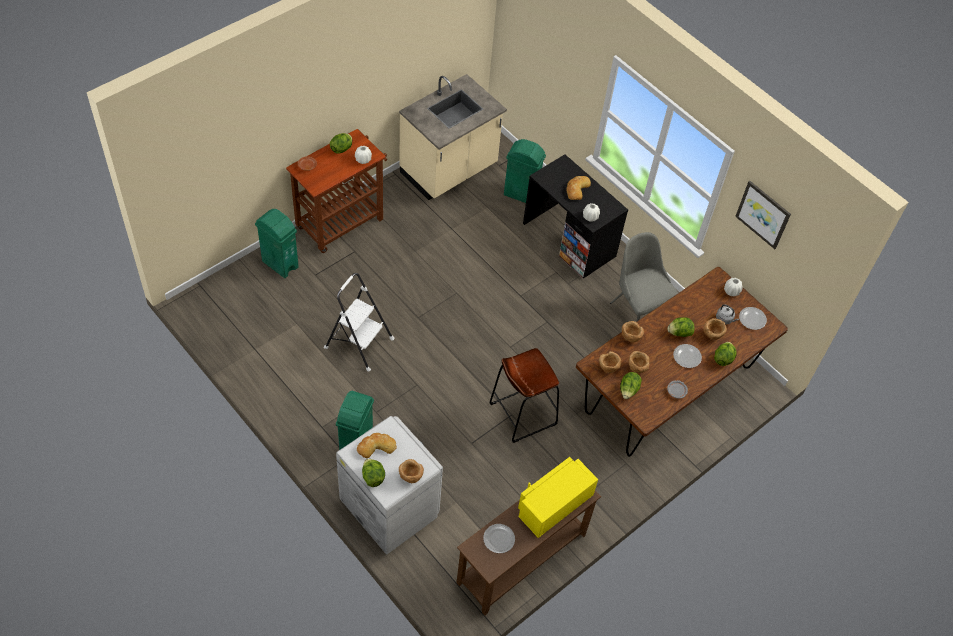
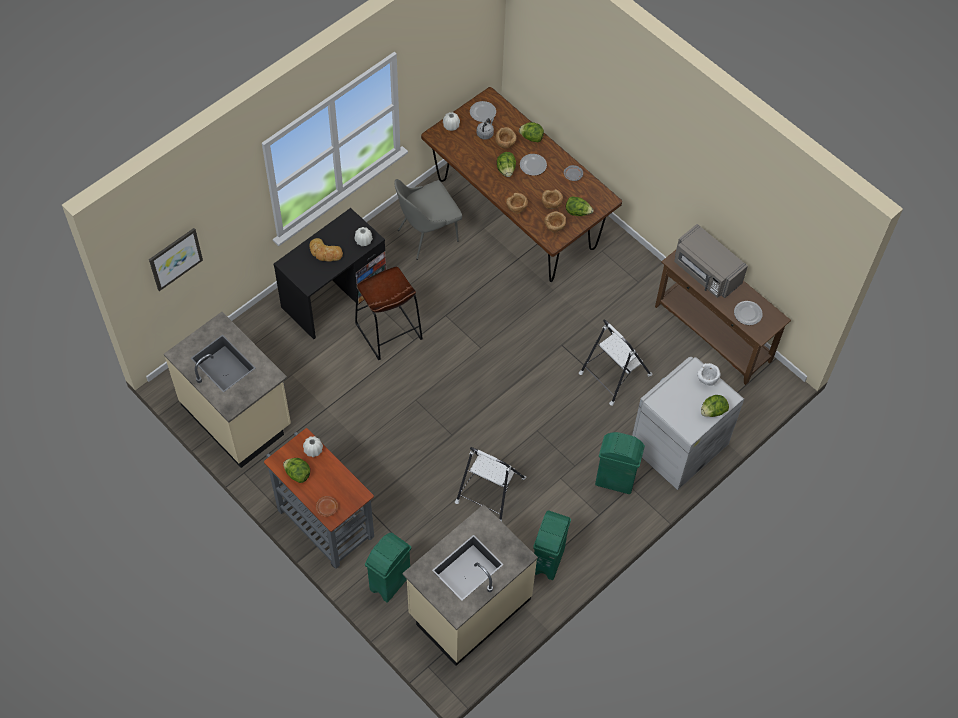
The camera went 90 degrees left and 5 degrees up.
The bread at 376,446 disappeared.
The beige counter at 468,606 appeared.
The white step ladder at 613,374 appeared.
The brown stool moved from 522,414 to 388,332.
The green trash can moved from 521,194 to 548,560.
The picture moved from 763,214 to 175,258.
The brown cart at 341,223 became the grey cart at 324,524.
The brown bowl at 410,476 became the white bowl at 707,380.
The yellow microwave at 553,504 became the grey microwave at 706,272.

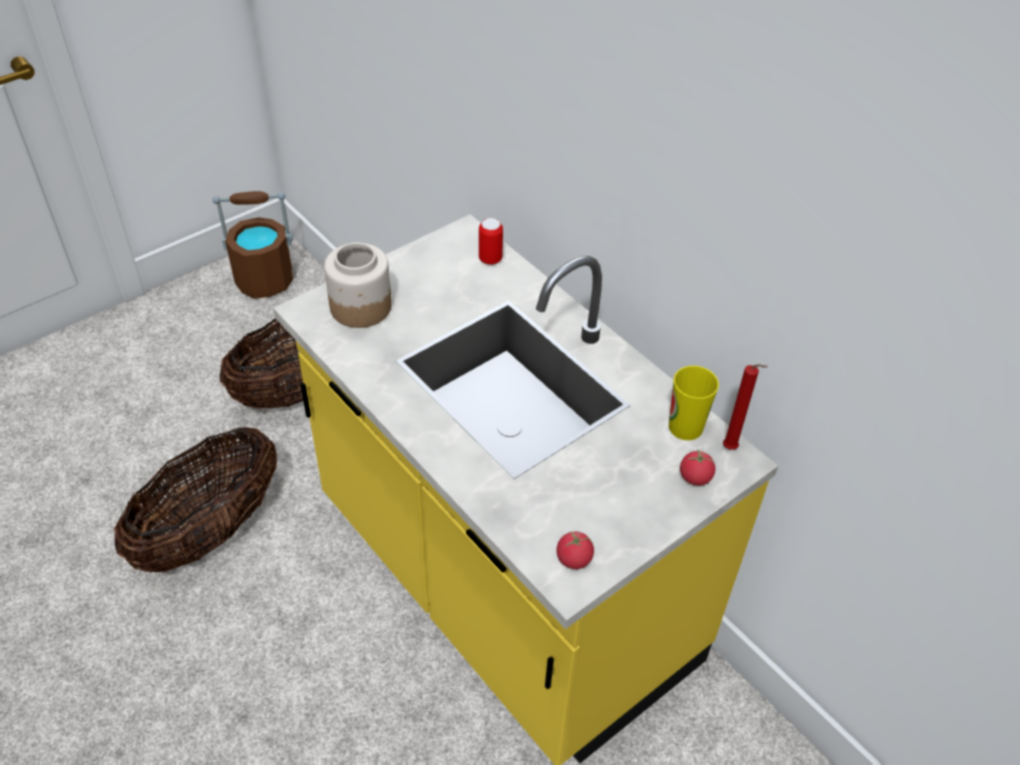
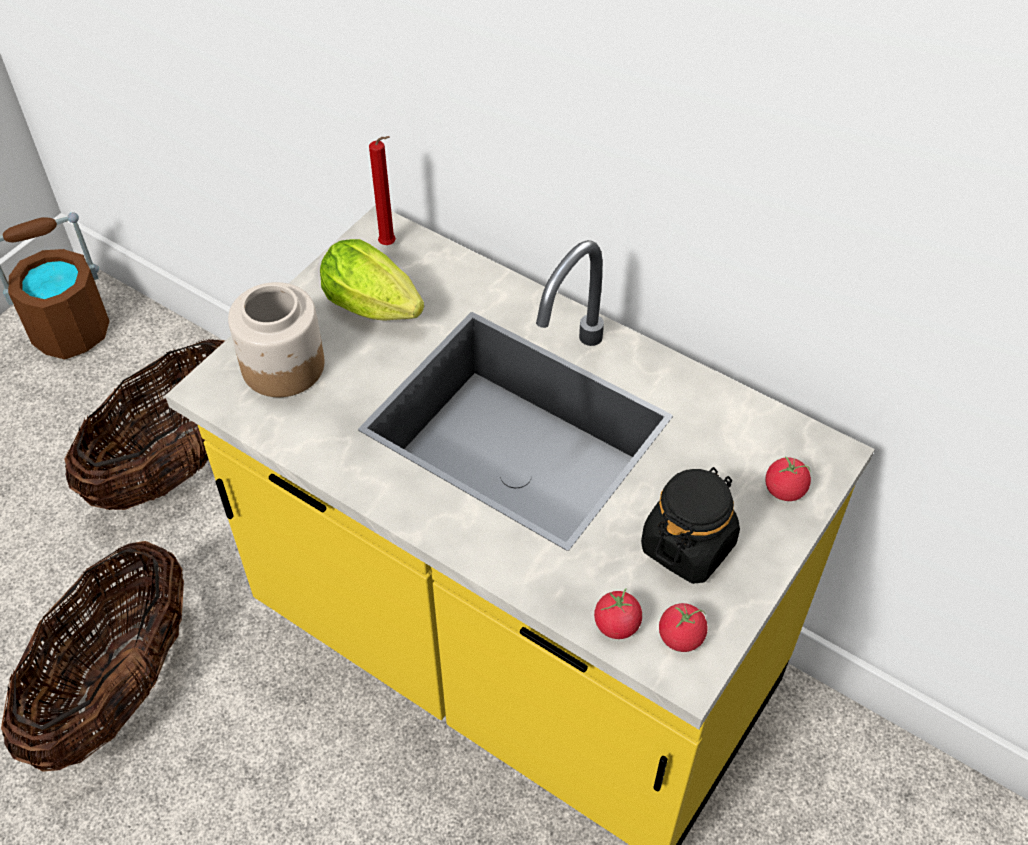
The camera went 15 degrees left and 5 degrees up.
The can at 490,259 disappeared.
The cup at 685,427 disappeared.
The lettuce at 377,309 appeared.
The tomato at 617,624 appeared.
The black jar at 688,546 appeared.
The red candle moved from 732,449 to 390,245.

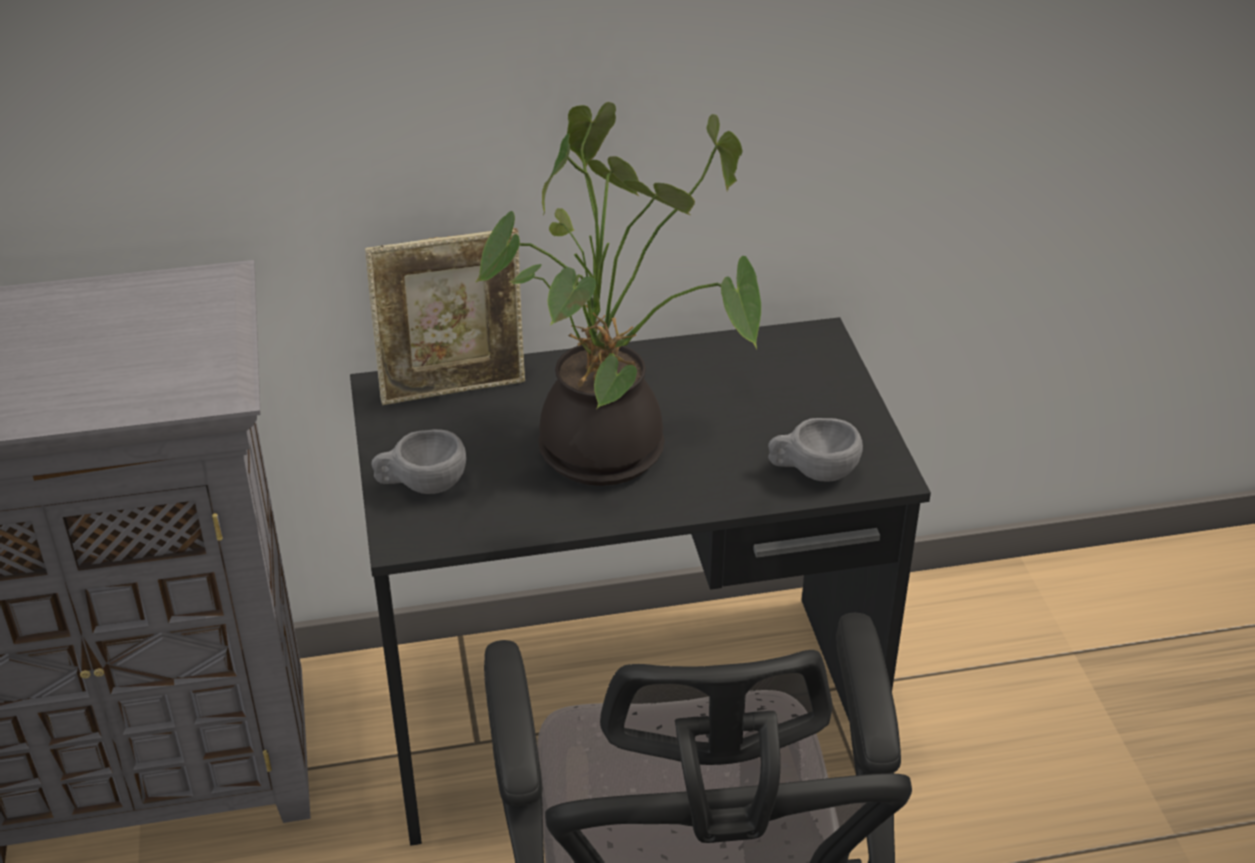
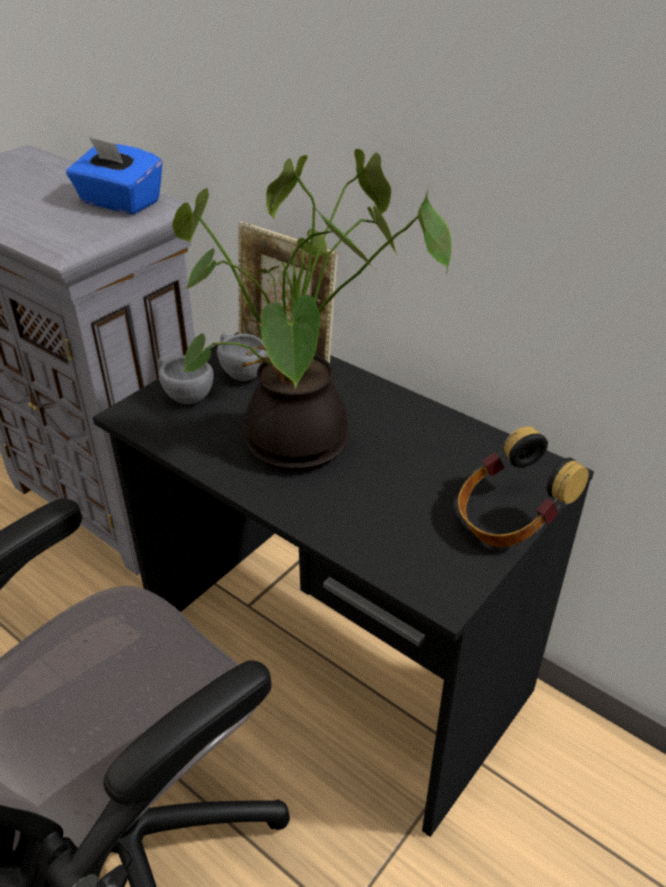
The camera went 50 degrees right and 0 degrees up.
The blue tissue box at 119,203 appeared.
The headphones at 509,521 appeared.
The grey cup moved from 812,472 to 240,371.

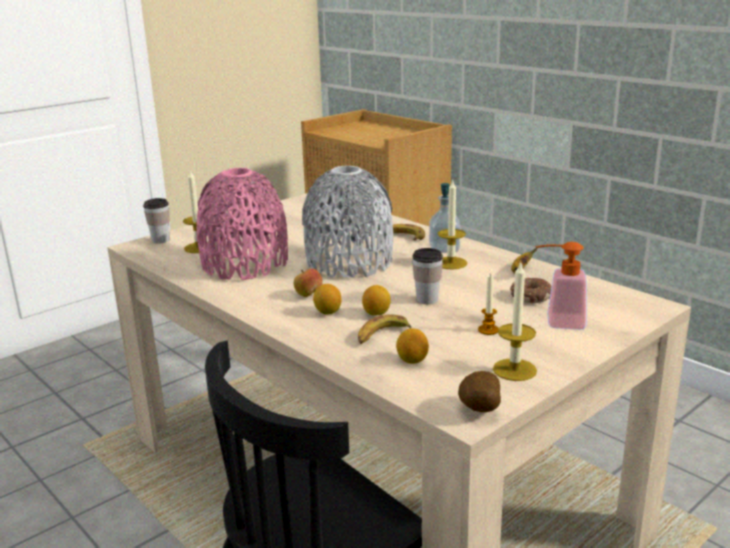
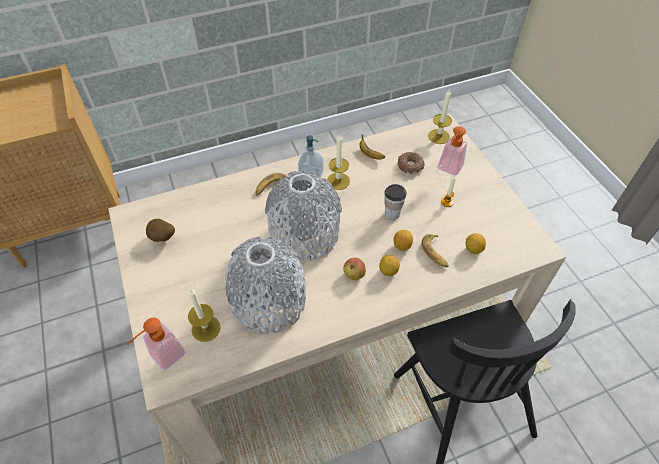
The camera went 70 degrees left and 30 degrees up.
The potato moved from 478,411 to 162,238.
The candle moved from 514,370 to 439,136.
The cup at 160,240 was replaced by the soap dispenser at 163,358.
The pink vase at 245,264 became the grey vase at 268,301.

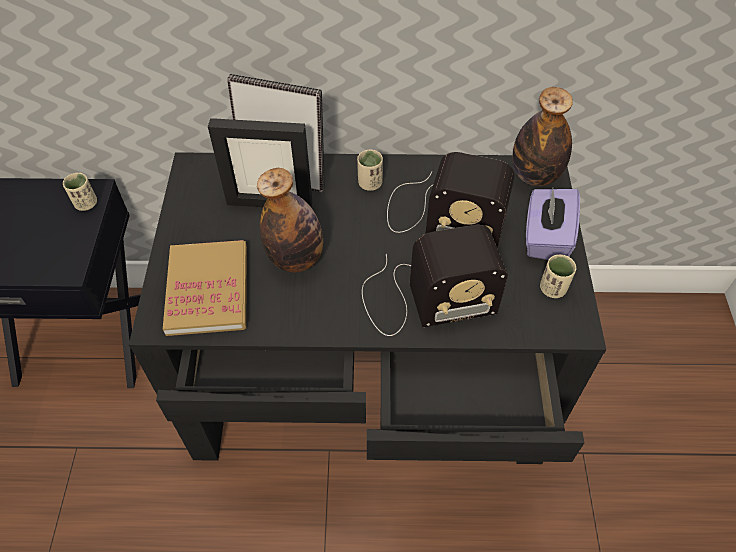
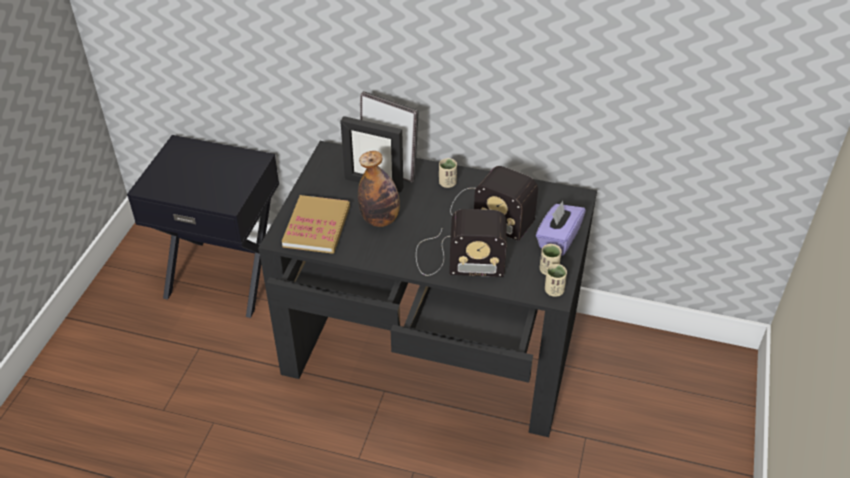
The camera went 15 degrees right and 10 degrees down.
The bottle at 535,176 disappeared.
The beige cup moved from 86,204 to 554,290.

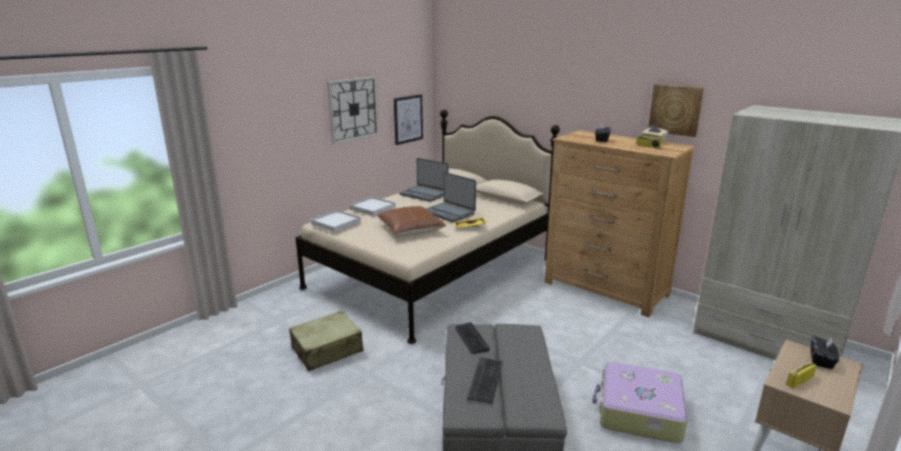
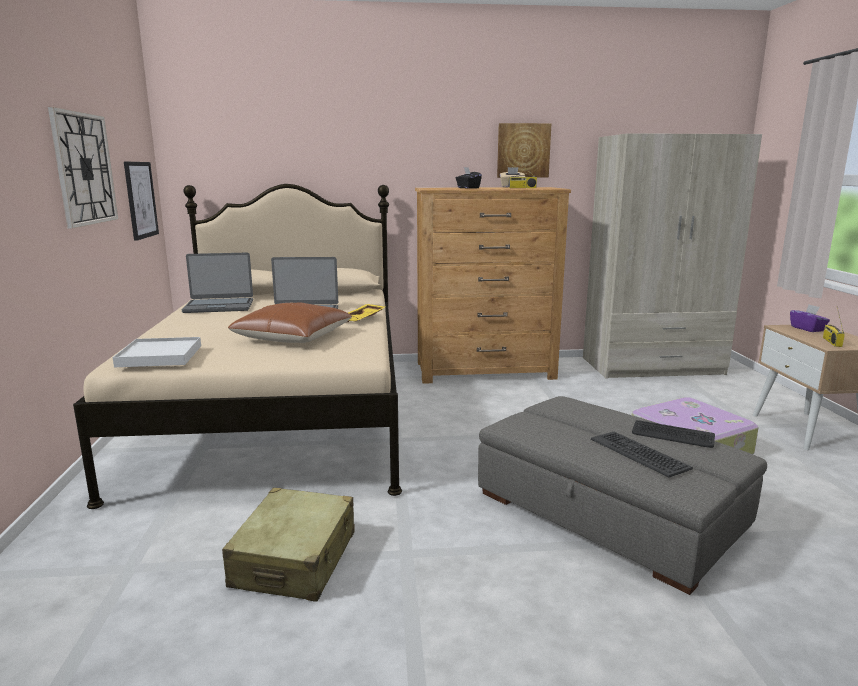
The camera went 45 degrees left and 5 degrees down.
The white tray at 372,208 disappeared.
The keyboard moved from 471,338 to 672,435.
The black tissue box at 821,360 became the purple tissue box at 807,329.

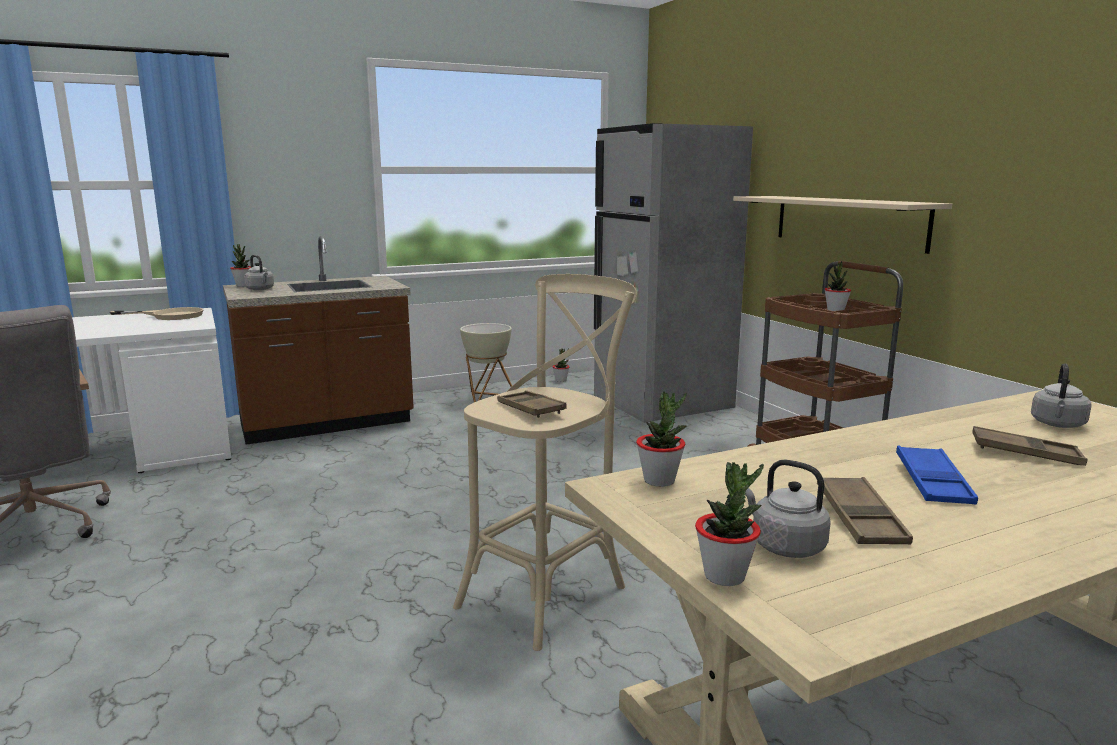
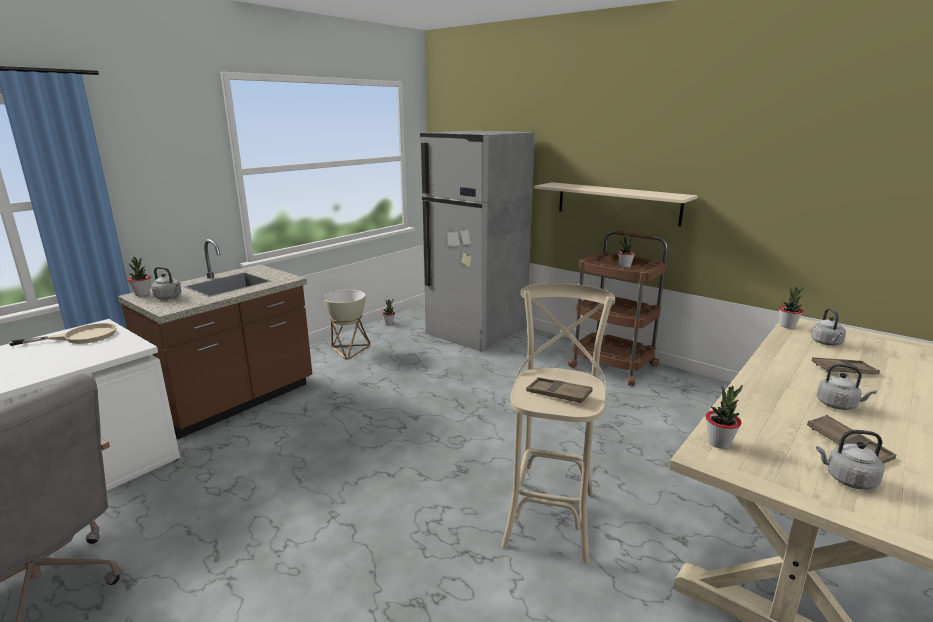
The camera went 25 degrees left and 5 degrees up.
The potted plant moved from 725,576 to 787,326.
The blue tray at 933,482 was replaced by the grey kettle at 838,405.

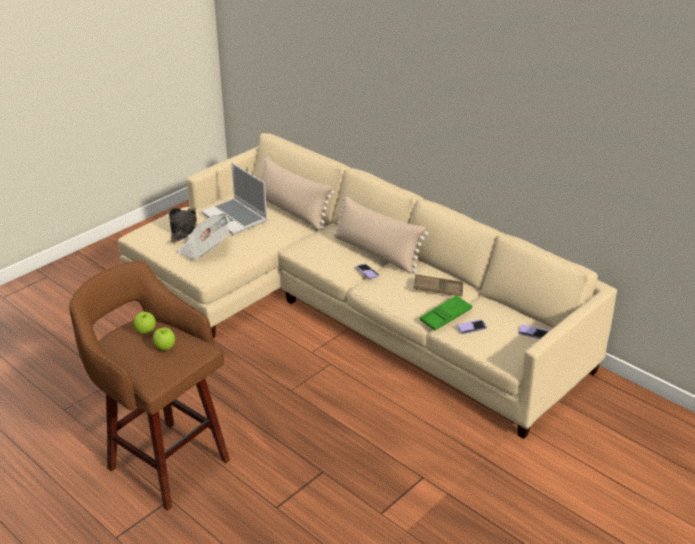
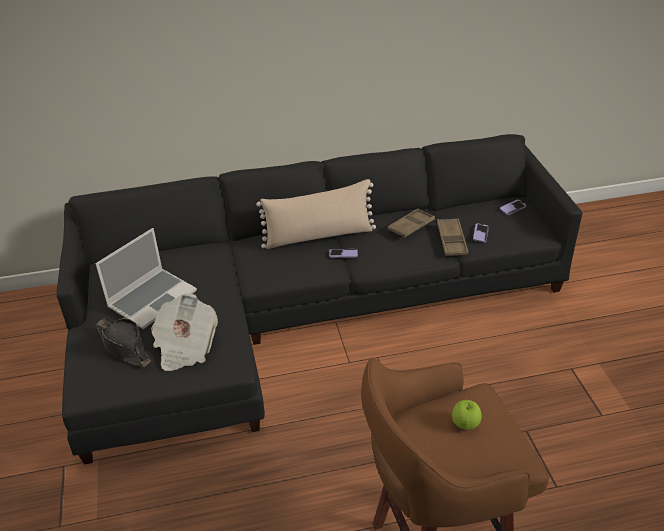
The camera went 55 degrees left and 5 degrees up.
The apple at 146,331 disappeared.
The beige pillow at 292,211 disappeared.
The beige sofa at 345,304 became the black sofa at 298,308.
The green tray at 445,316 became the brown tray at 451,240.
The laptop at 236,218 turned 45 degrees counterclockwise.

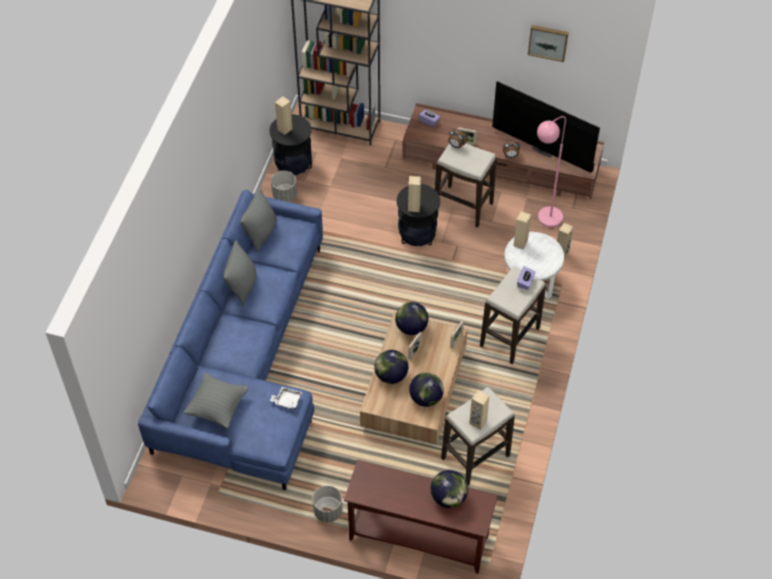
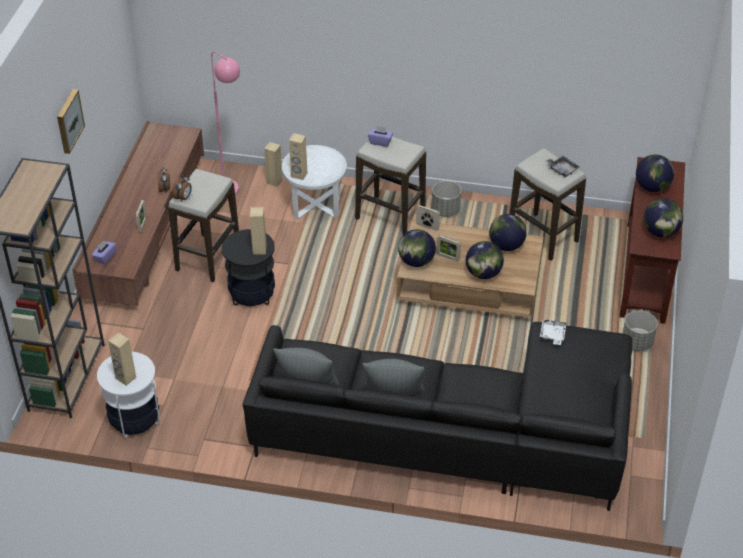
The camera went 95 degrees left and 10 degrees down.
The grey pillow at 217,407 disappeared.
The television at 544,149 disappeared.
The globe at 660,232 appeared.
The grey planter moved from 284,195 to 445,210.
The picture moved from 548,42 to 68,121.
The beige speaker at 477,422 was replaced by the grey tray at 562,169.
The blue sofa at 245,361 became the black sofa at 457,434.
The black side table at 293,164 became the white side table at 134,420.

